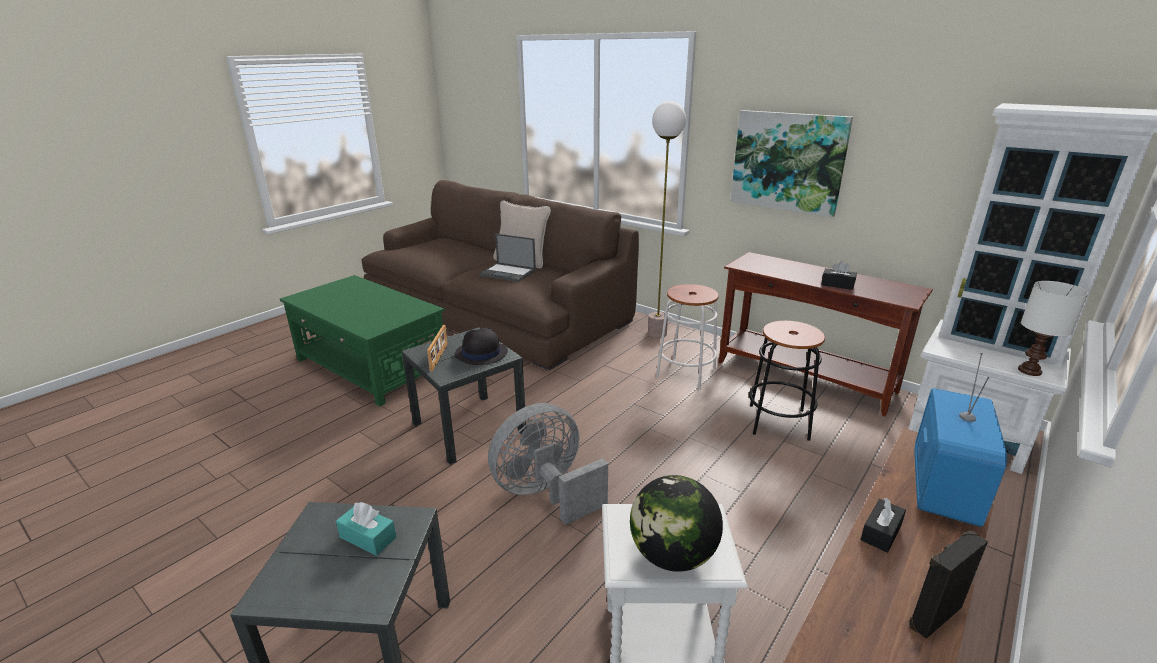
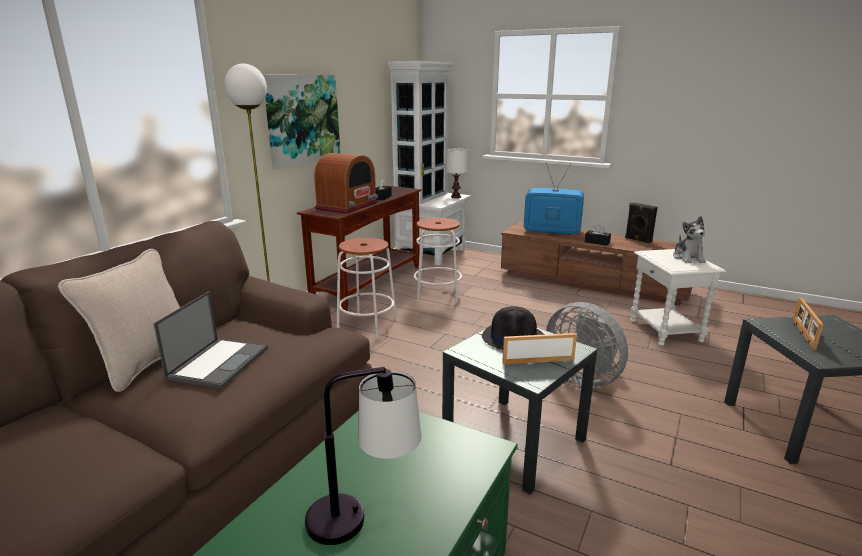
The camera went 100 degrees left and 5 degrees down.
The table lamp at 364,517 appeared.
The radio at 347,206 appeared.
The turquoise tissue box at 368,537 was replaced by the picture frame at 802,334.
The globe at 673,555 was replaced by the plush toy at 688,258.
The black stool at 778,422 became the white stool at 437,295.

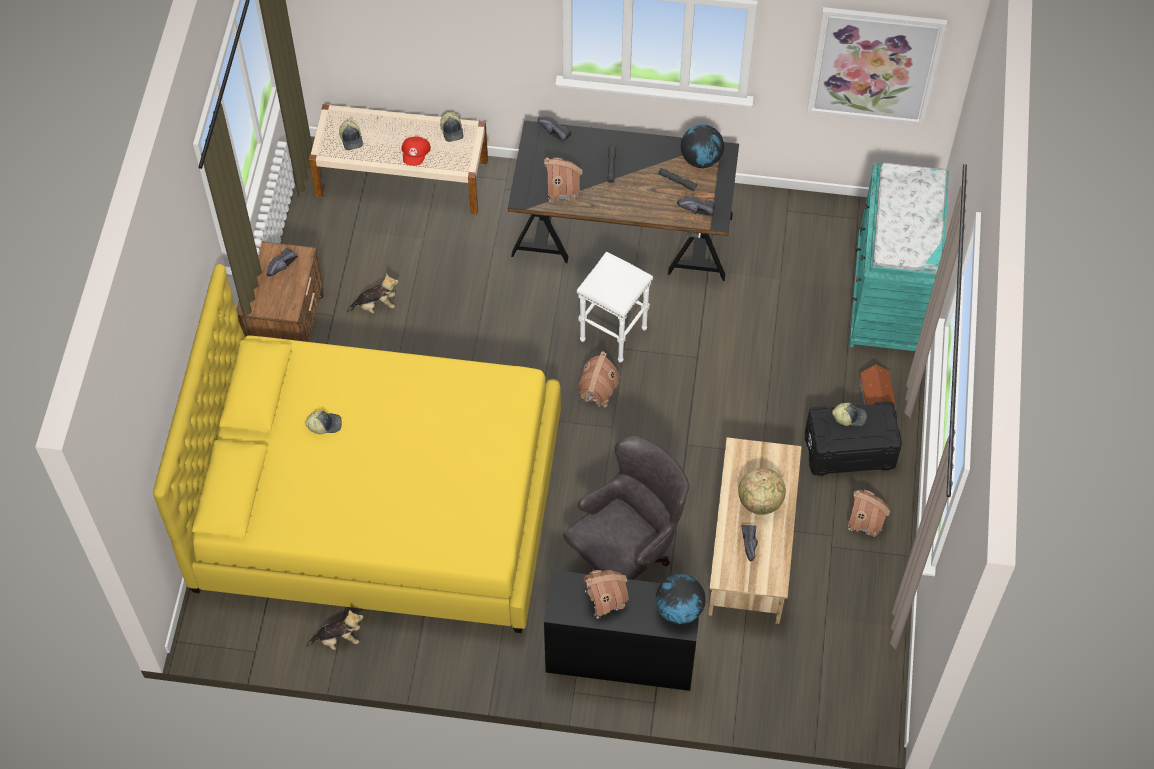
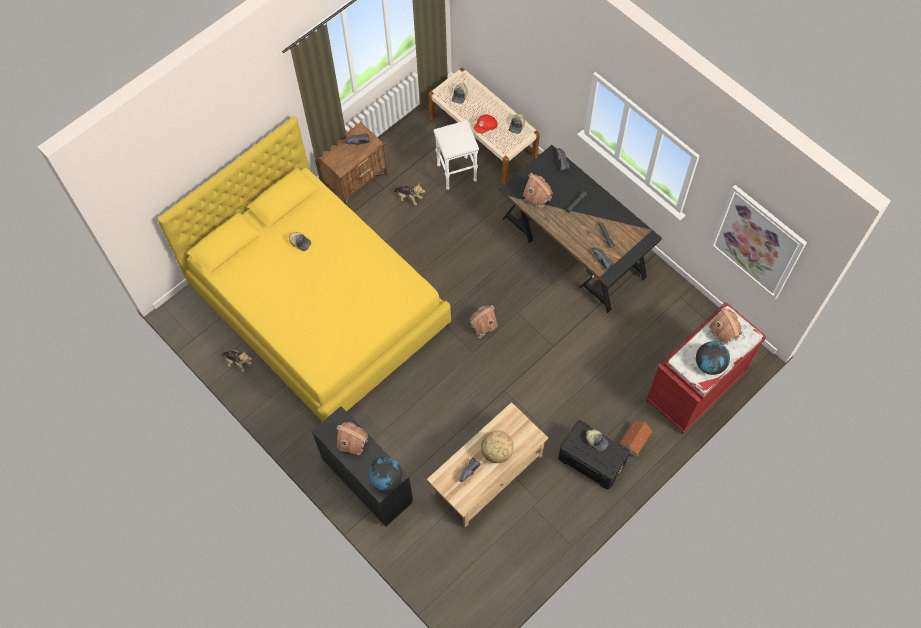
The camera went 40 degrees right and 5 degrees up.
The grey office chair at 625,560 disappeared.
The white stool moved from 611,334 to 455,172.
The globe moved from 701,159 to 709,364.
The toy house moved from 866,521 to 724,333.
The turquoise dresser at 888,296 became the red dresser at 695,387.

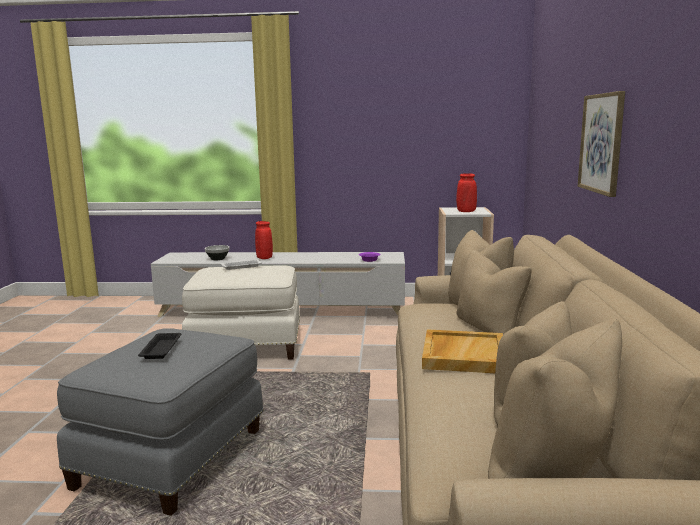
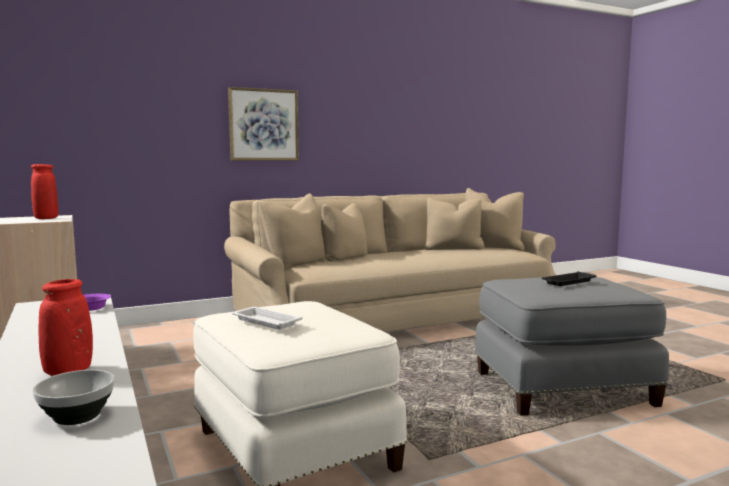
The camera went 120 degrees left and 5 degrees down.
The beige tray at 463,355 disappeared.

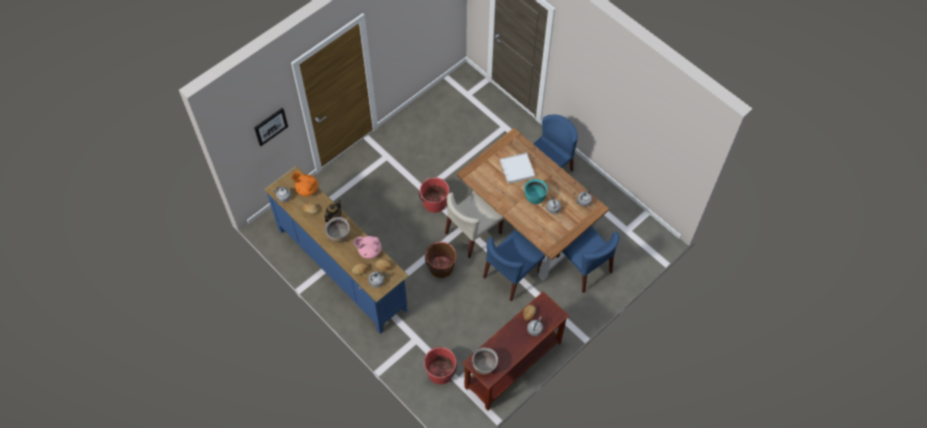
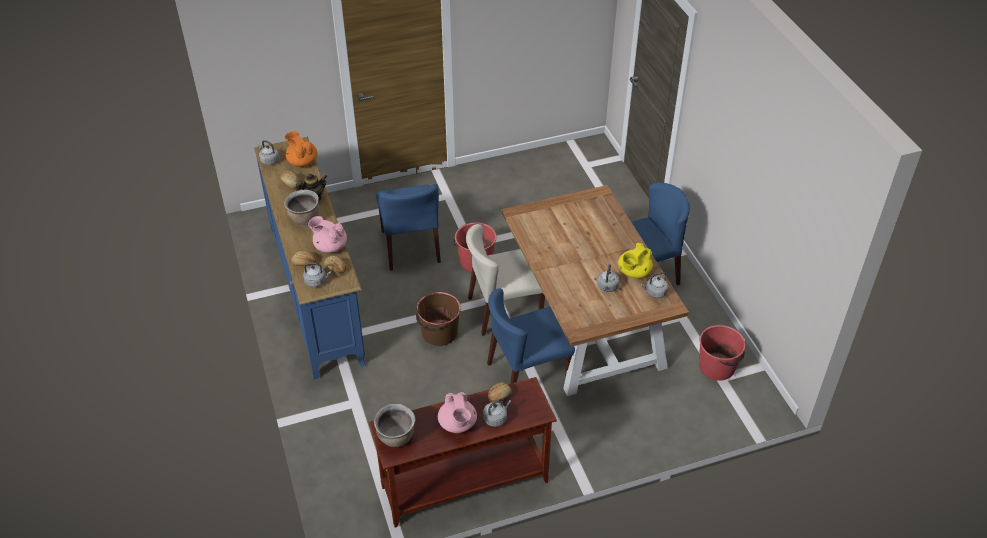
The camera went 25 degrees right and 15 degrees down.
The picture at 270,126 disappeared.
The white tray at 517,169 disappeared.
The turquoise cooking pot at 534,197 disappeared.
The pink teapot at 457,424 appeared.
The yellow teapot at 633,272 appeared.
The red bucket moved from 441,372 to 717,367.
The blue chair moved from 583,267 to 410,247.

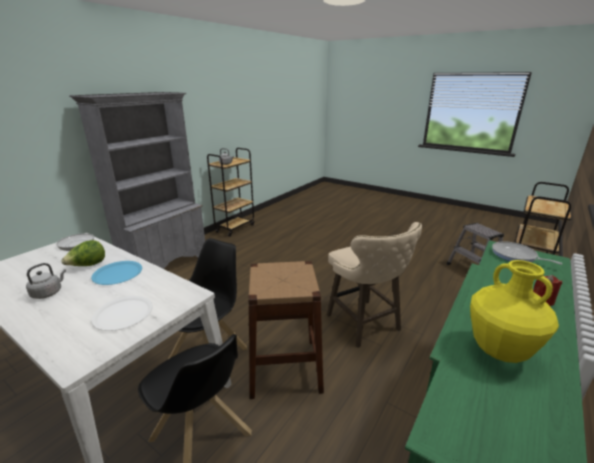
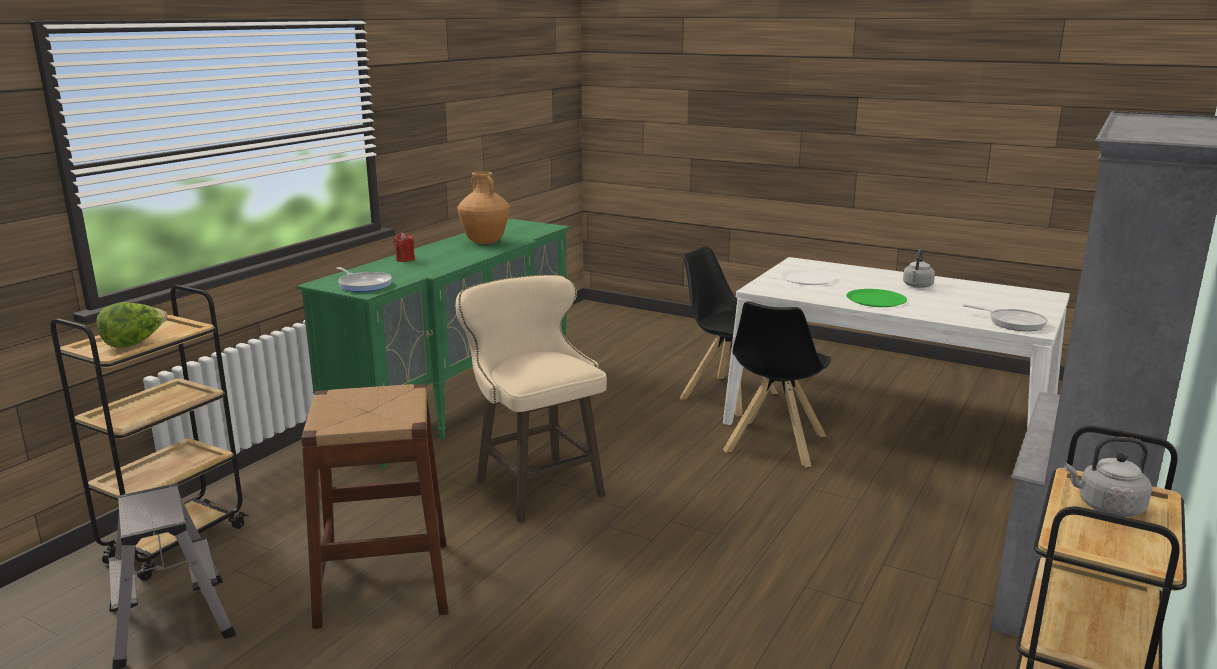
The camera went 175 degrees right and 5 degrees down.
The lettuce moved from 88,265 to 134,343.
The brown stool moved from 284,367 to 383,582.
The blue plate at 117,273 became the green plate at 876,299.
The yellow vase at 498,350 became the brown vase at 485,242.

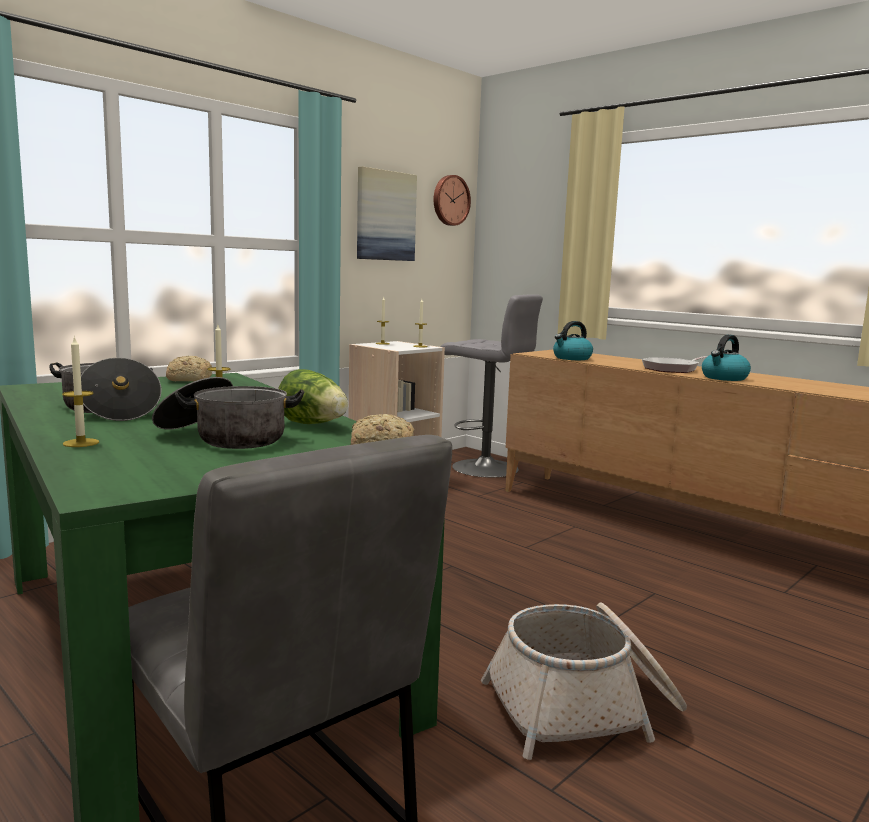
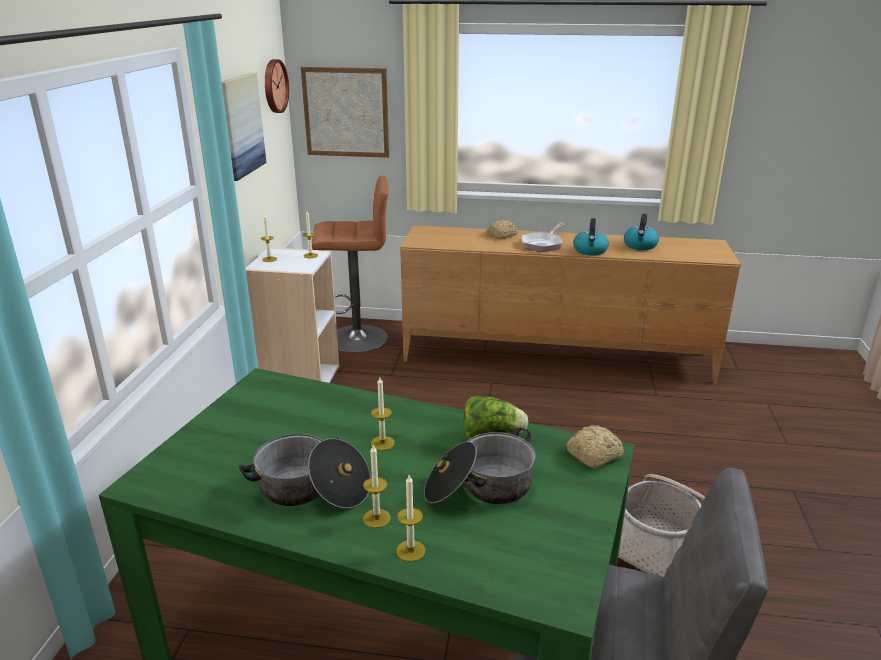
The camera went 35 degrees left and 15 degrees up.
The picture at 346,111 appeared.
The candle at 376,518 appeared.
The bread moved from 188,379 to 501,235.
The kettle moved from 571,358 to 640,246.
The grey stool at 485,468 became the brown stool at 358,338.

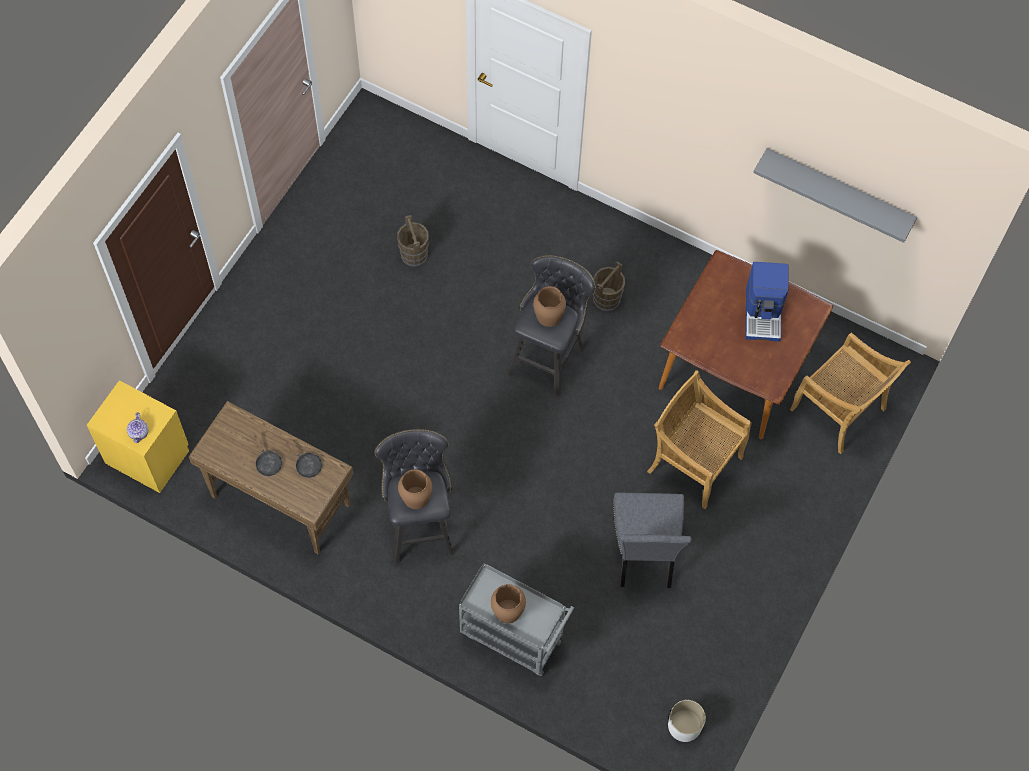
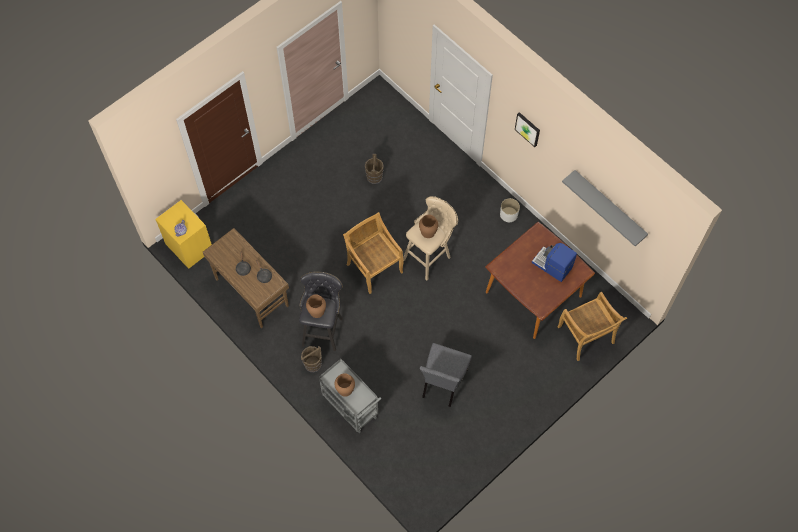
The camera went 20 degrees right and 0 degrees up.
The picture at 528,129 appeared.
The brown bucket moved from 607,299 to 313,364.
The beige chair moved from 693,463 to 374,267.
The white planter moved from 684,725 to 508,214.
The black stool at 550,354 became the beige stool at 430,255.
The coffee machine at 763,313 turned 105 degrees clockwise.

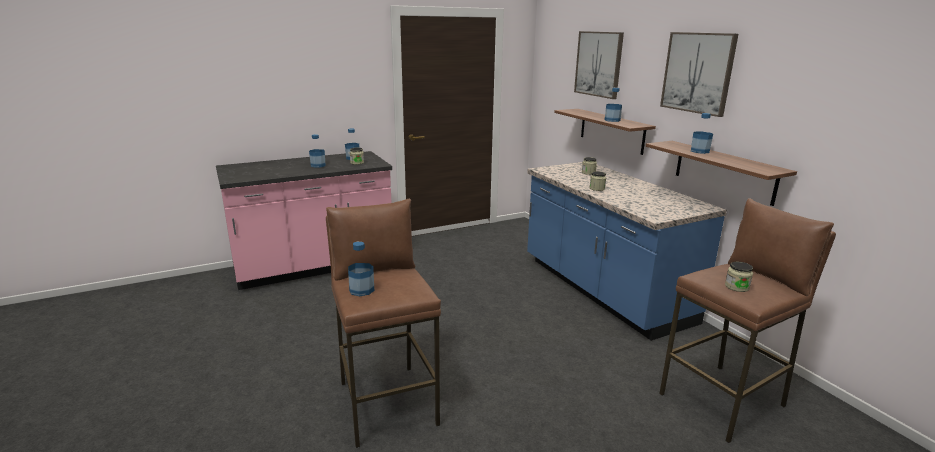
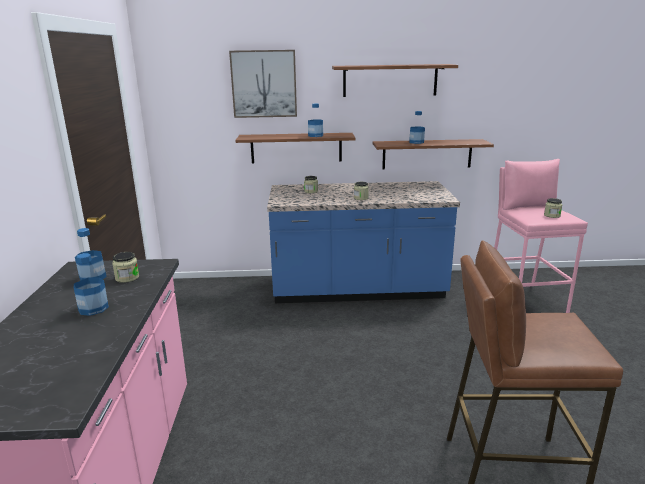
The camera went 65 degrees left and 0 degrees up.
The bottle at 361,290 disappeared.
The picture at 698,73 was replaced by the shelf at 390,80.
The brown stool at 723,400 became the pink stool at 525,300.

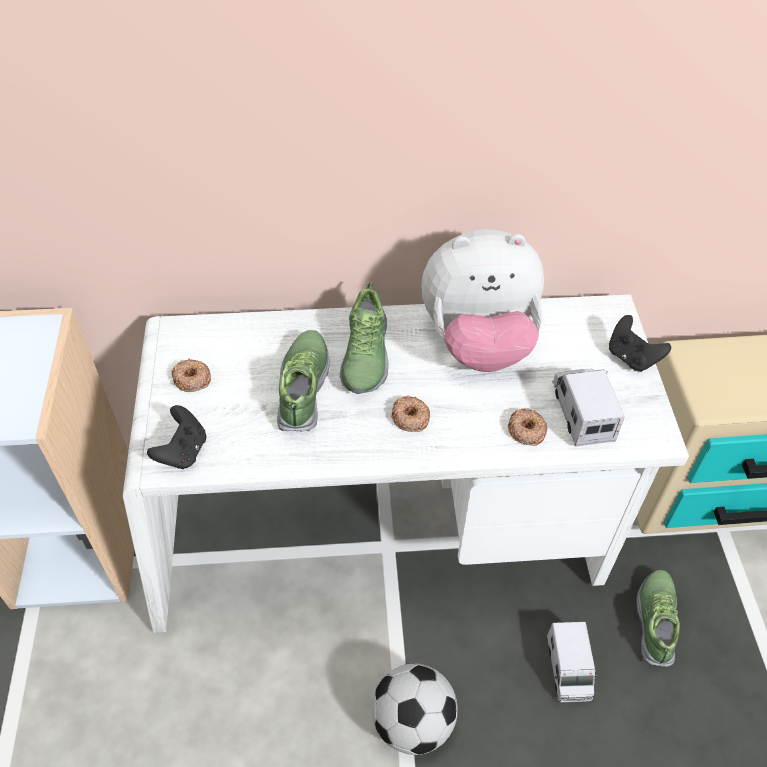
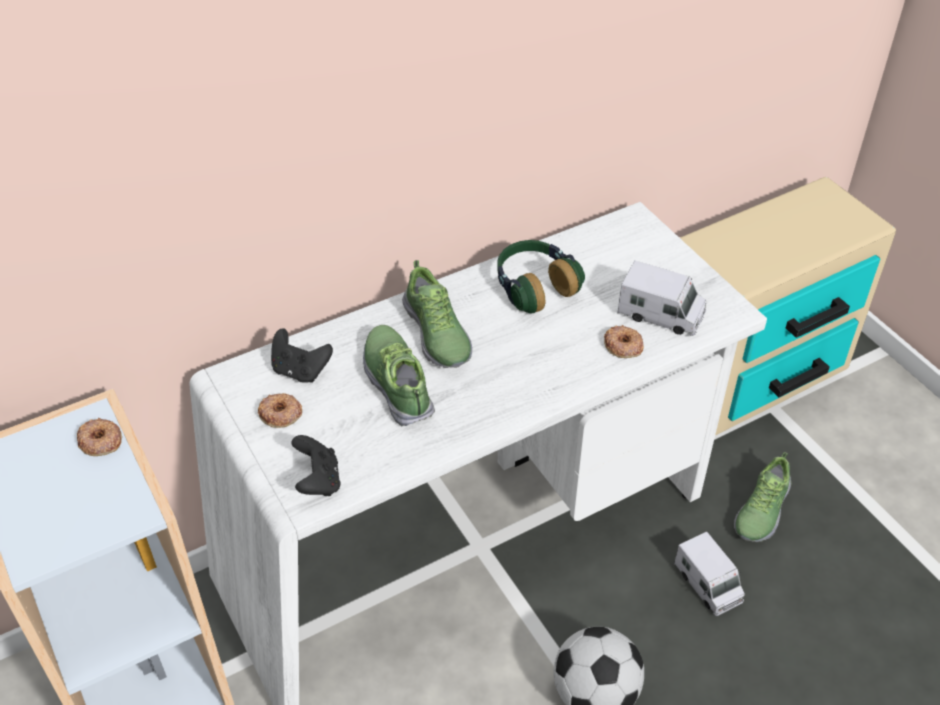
The camera went 25 degrees left and 5 degrees down.
The donut moved from 410,417 to 100,441.
The black game controller moved from 631,357 to 300,371.
The plush toy at 478,343 was replaced by the headphones at 534,287.
The toy truck at 582,413 turned 150 degrees clockwise.
The shoe at 656,621 turned 135 degrees counterclockwise.

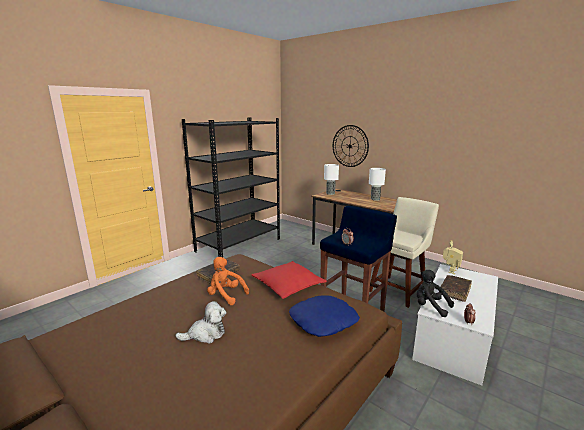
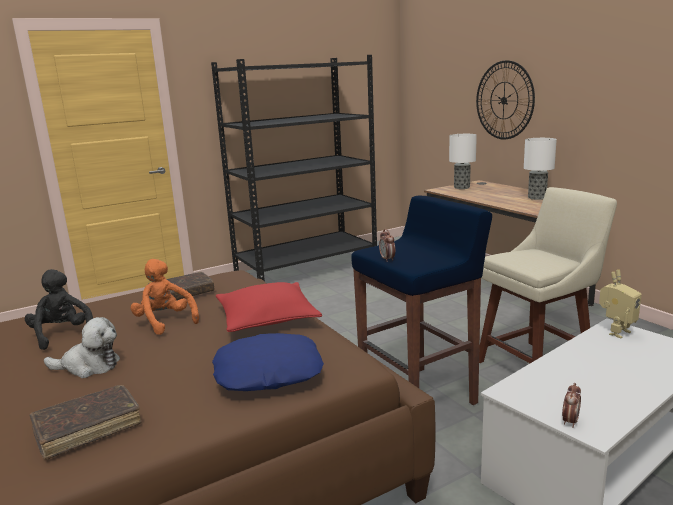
The camera went 20 degrees right and 0 degrees up.
The black plush toy moved from 430,306 to 63,335.
The brown book moved from 454,291 to 88,428.

